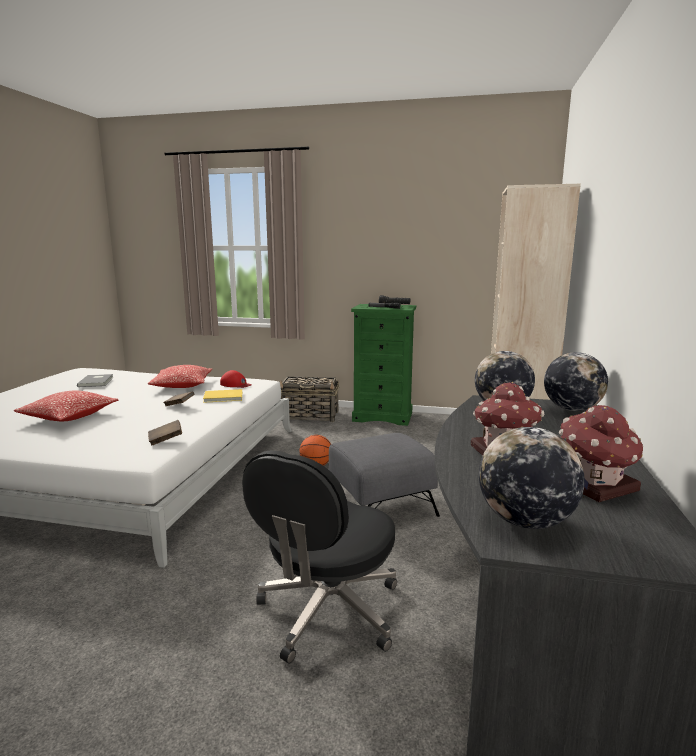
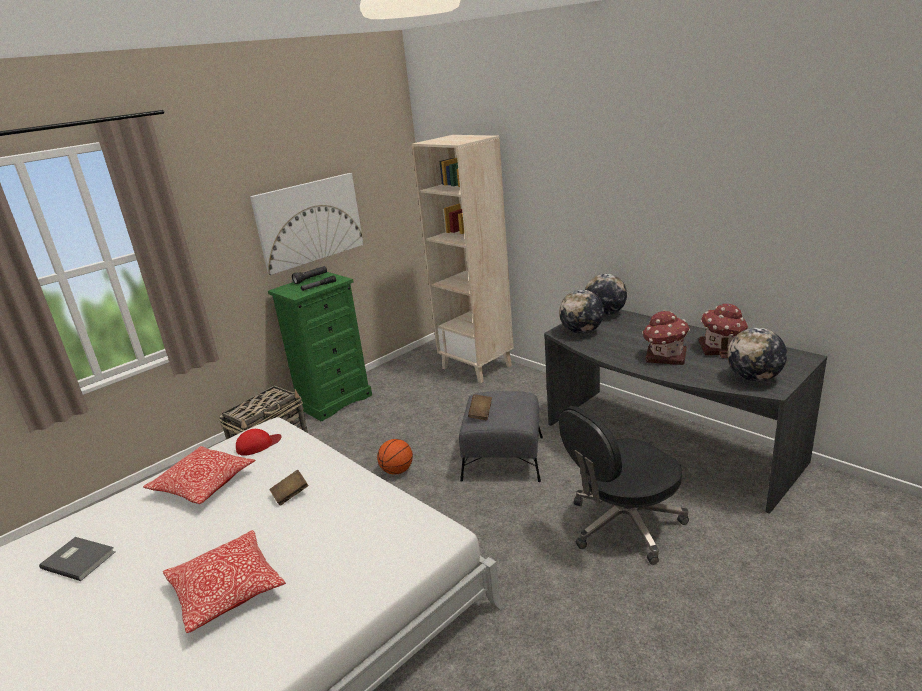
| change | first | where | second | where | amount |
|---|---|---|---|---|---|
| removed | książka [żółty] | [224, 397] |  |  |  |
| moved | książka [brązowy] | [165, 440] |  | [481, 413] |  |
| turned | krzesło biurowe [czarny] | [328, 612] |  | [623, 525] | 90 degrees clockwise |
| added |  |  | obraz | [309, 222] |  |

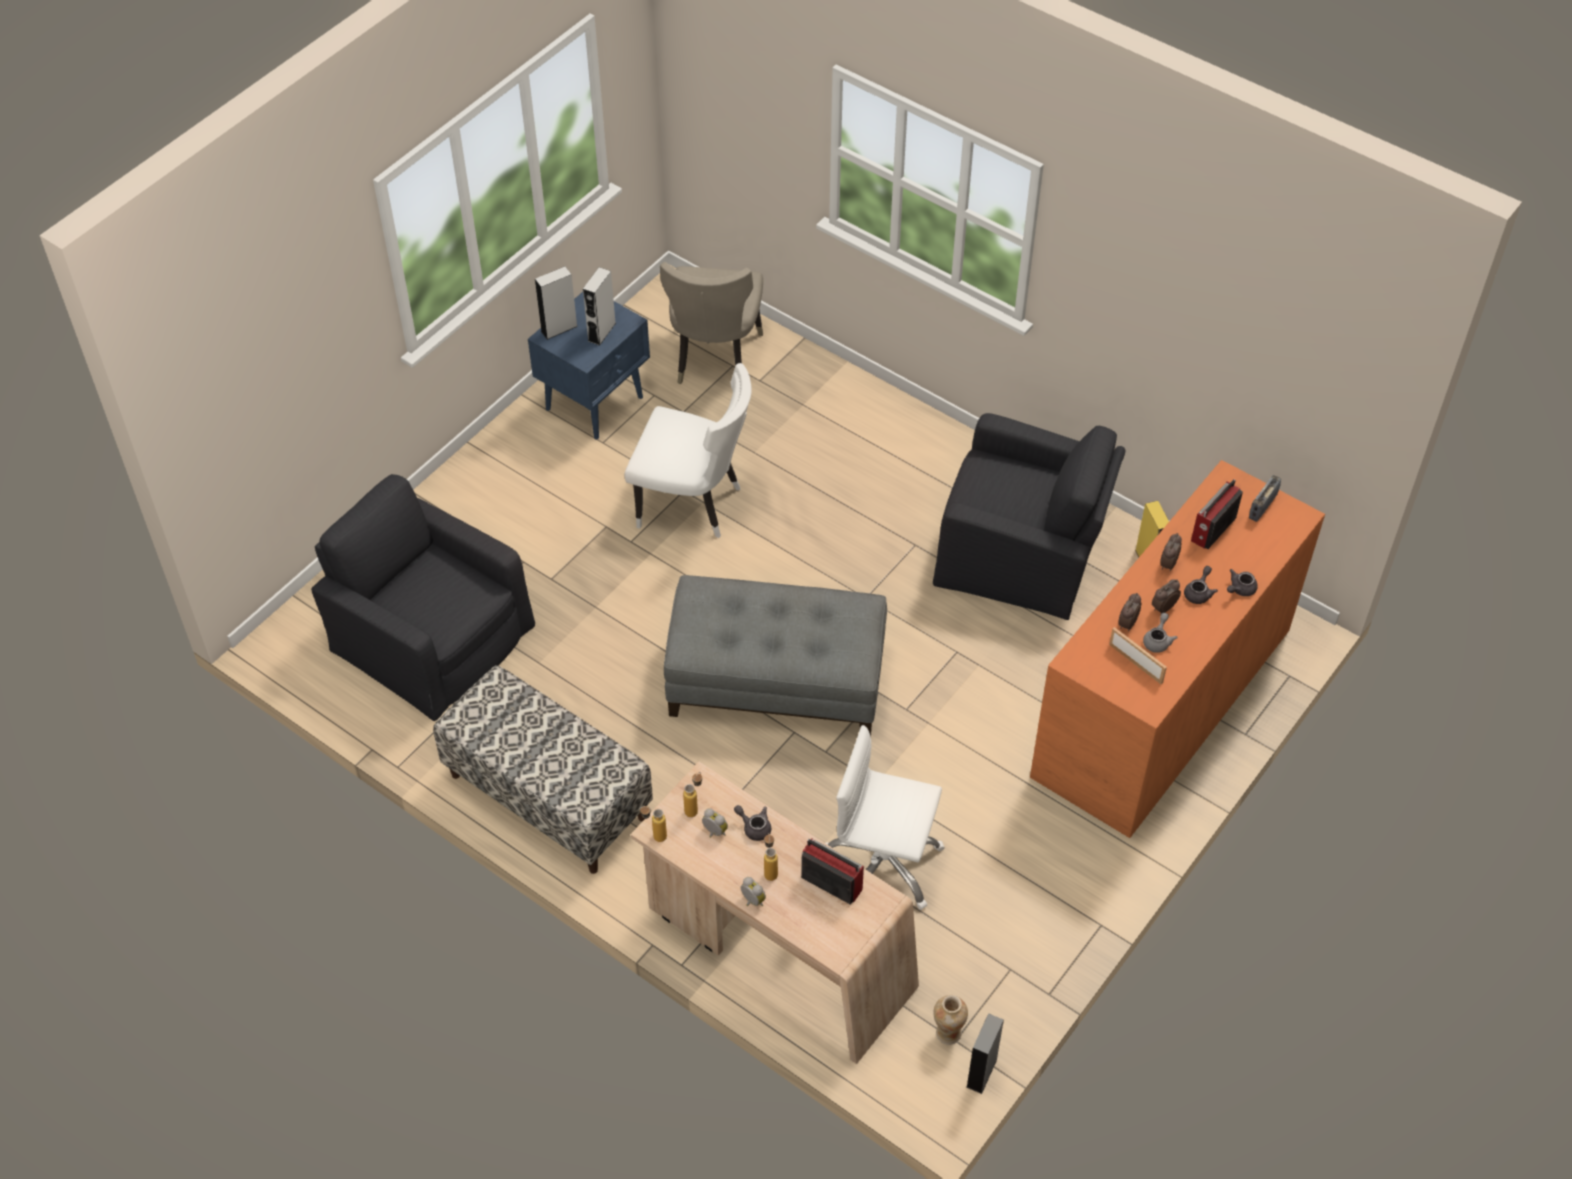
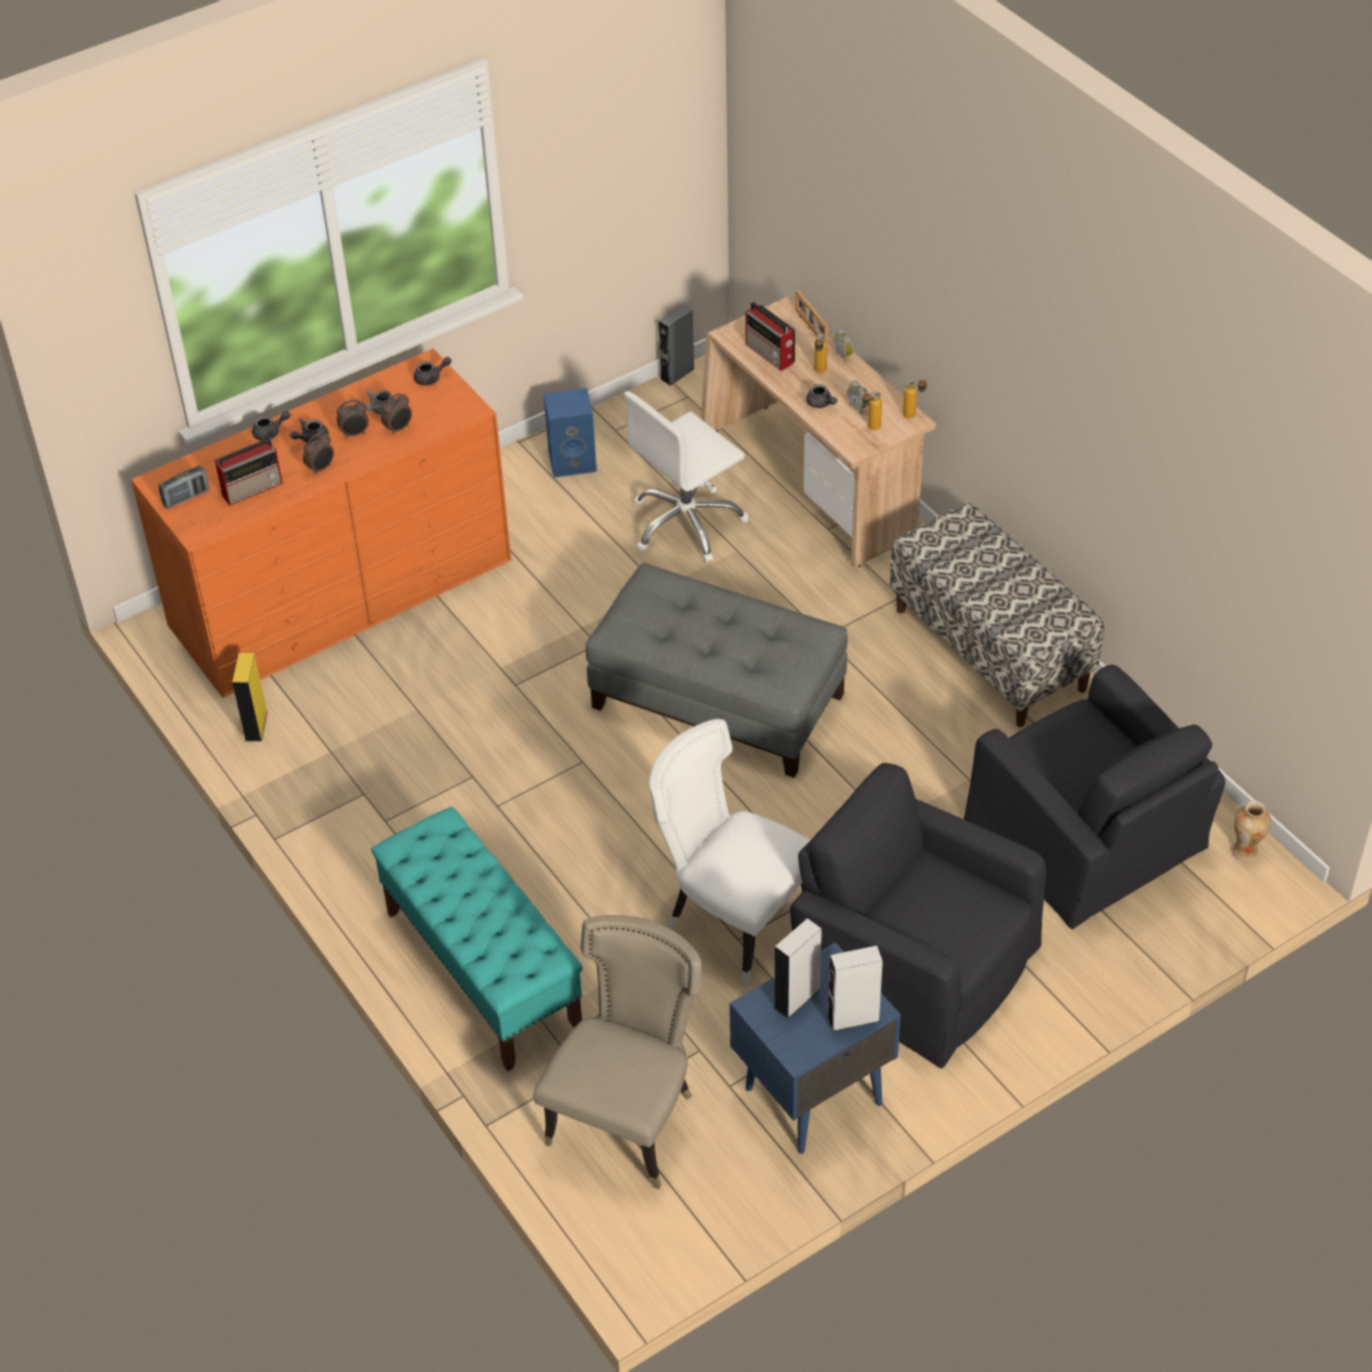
| change | first | where | second | where | amount |
|---|---|---|---|---|---|
| moved | fotel [czarny] | [1022, 550] |  | [913, 962] |  |
| moved | ramka na zdjęcie | [1136, 663] |  | [810, 328] |  |
| turned | krzesło biurowe [biały] | [883, 865] |  | [686, 524] | 105 degrees clockwise |
| moved | wazon | [948, 1033] |  | [1245, 851] |  |
| added |  |  | imbryk [szary] | [431, 378] |  |
| added |  |  | głośnik [niebieski] | [573, 461] |  |
| added |  |  | ławka [turkusowy] | [482, 969] |  |

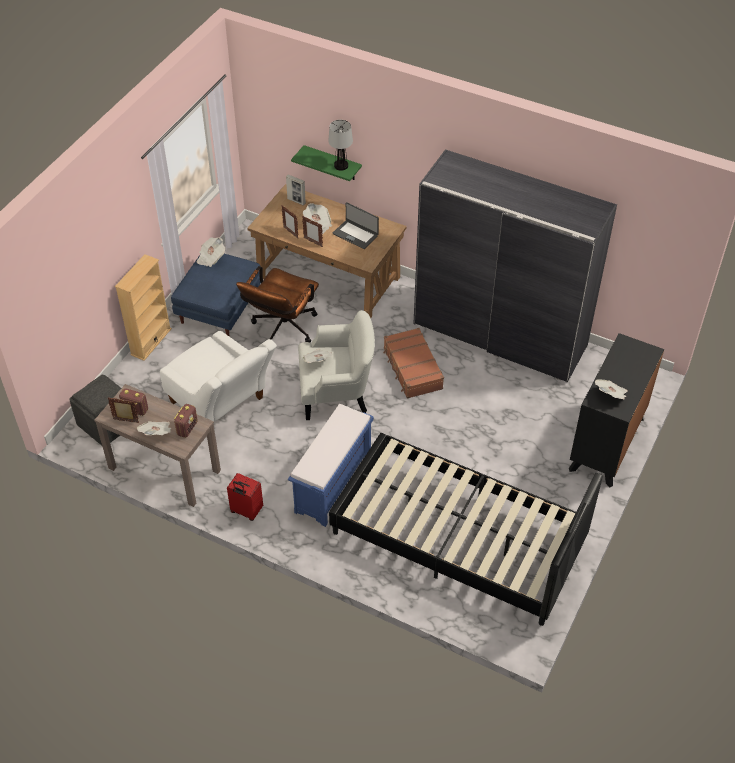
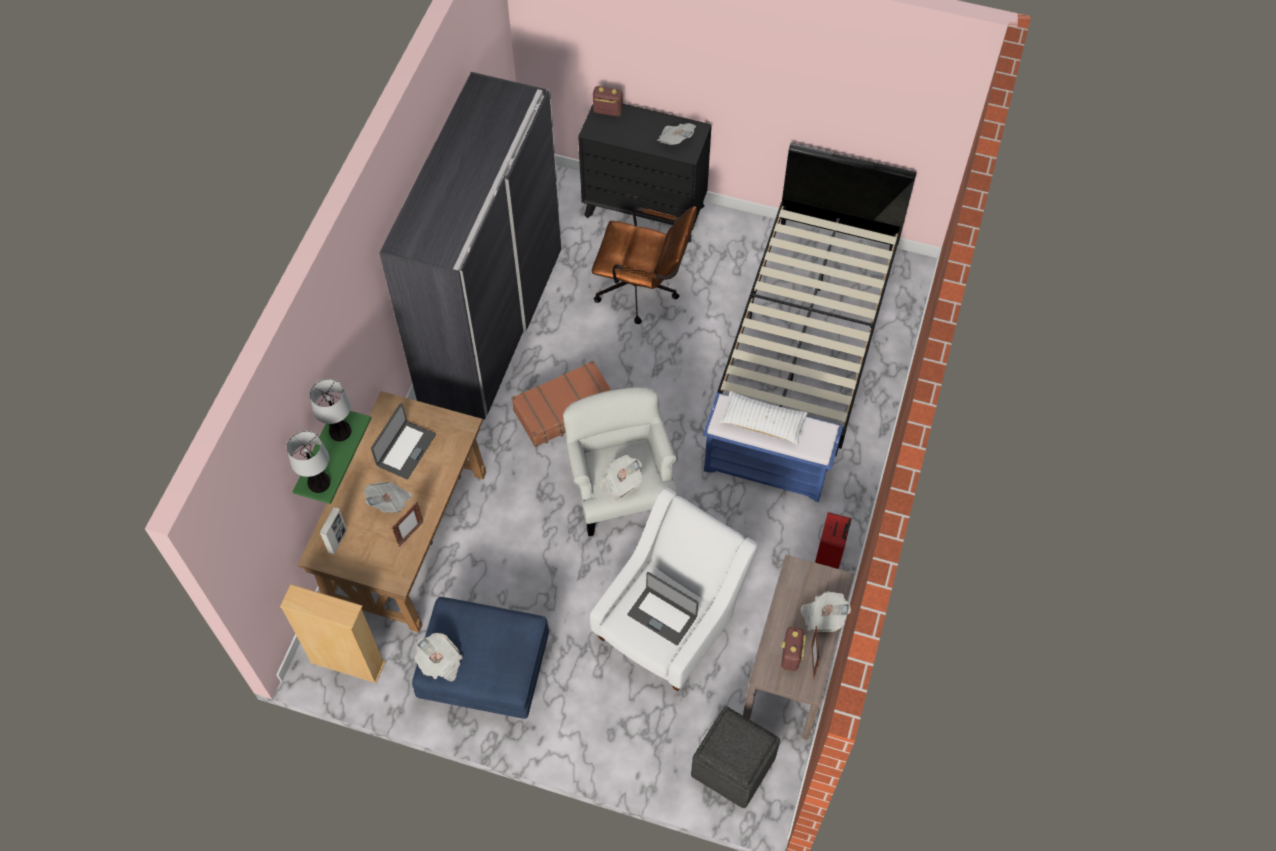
| change | first | where | second | where | amount |
|---|---|---|---|---|---|
| removed | ramka na zdjęcie | [313, 242] |  |  |  |
| moved | regał [beżowy] | [151, 342] |  | [347, 662] |  |
| moved | krzesło biurowe [brązowy] | [282, 330] |  | [644, 291] |  |
| moved | radio | [187, 428] |  | [607, 111] |  |
| added |  |  | poduszka [biały] | [762, 422] |  |
| added |  |  | lampa stołowa | [319, 483] |  |
| added |  |  | laptop | [662, 615] |  |

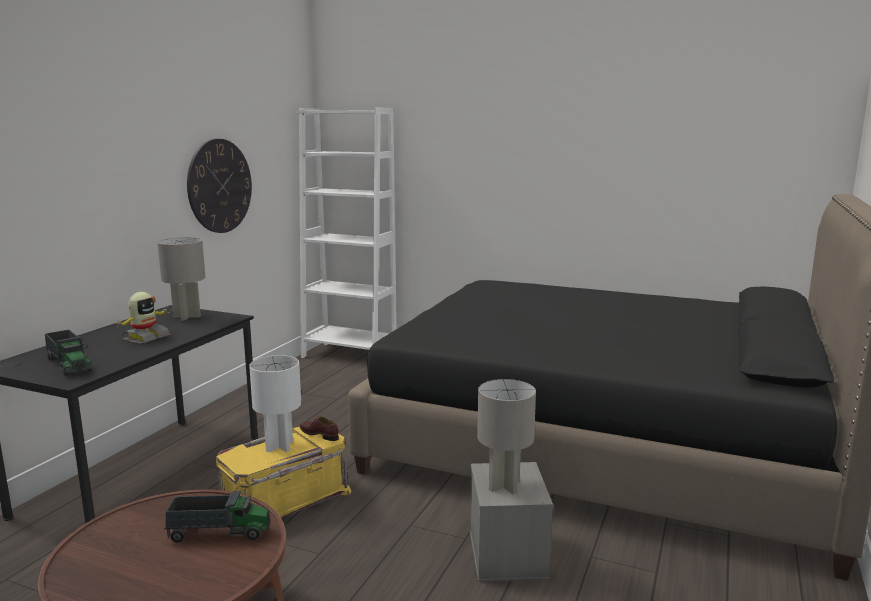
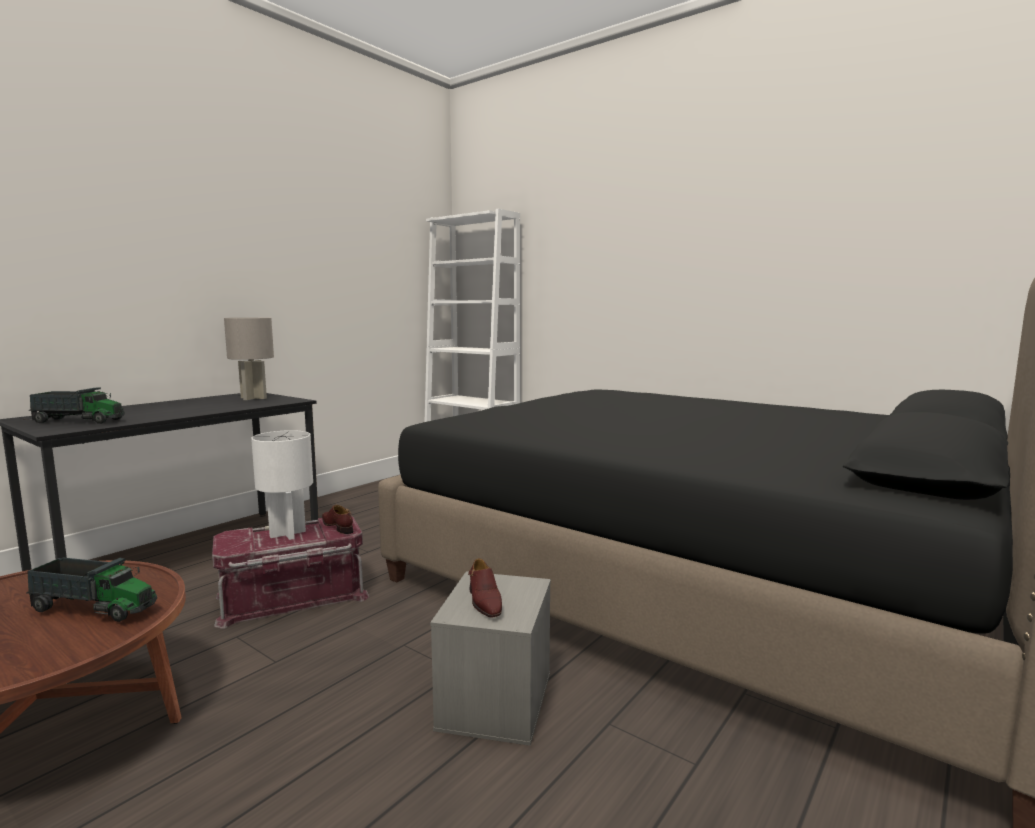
| change | first | where | second | where | amount |
|---|---|---|---|---|---|
| removed | zegar ścienny | [220, 186] |  |  |  |
| removed | robot zabawkowy | [145, 338] |  |  |  |
| turned | ciężarówka zabawkowa | [69, 365] |  | [79, 421] | 60 degrees counterclockwise |
| replaced | lampa stołowa [szary] | [504, 486] | but [brązowy] | [484, 601] |  |
| recoloured | pojemnik do przechowywania [żółty] | [286, 500] | pojemnik do przechowywania [czerwony] | [292, 598] |  |

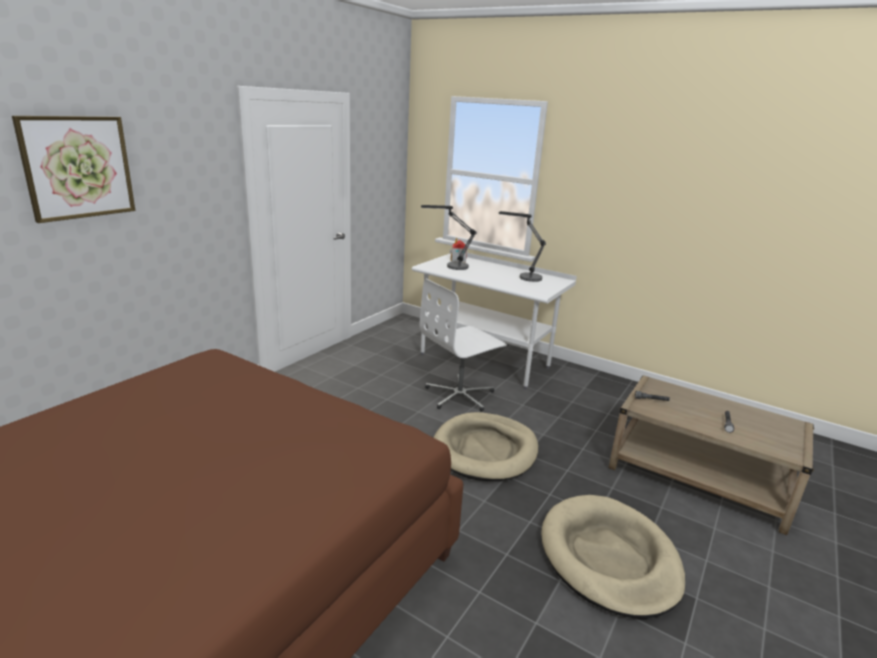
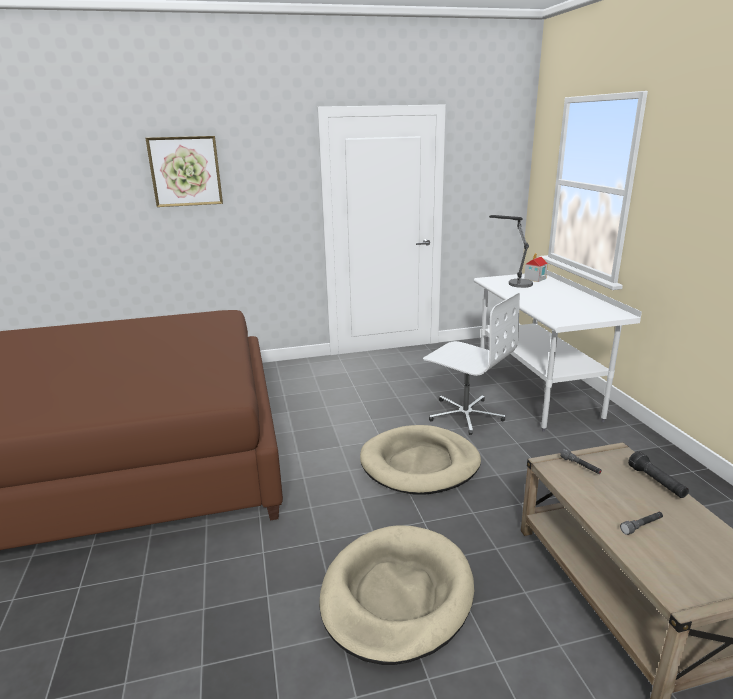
| change | first | where | second | where | amount |
|---|---|---|---|---|---|
| removed | lampa stołowa | [524, 277] |  |  |  |
| turned | krzesło biurowe [biały] | [460, 395] |  | [465, 414] | 150 degrees counterclockwise |
| added |  |  | latarka [czarny] | [656, 482] |  |

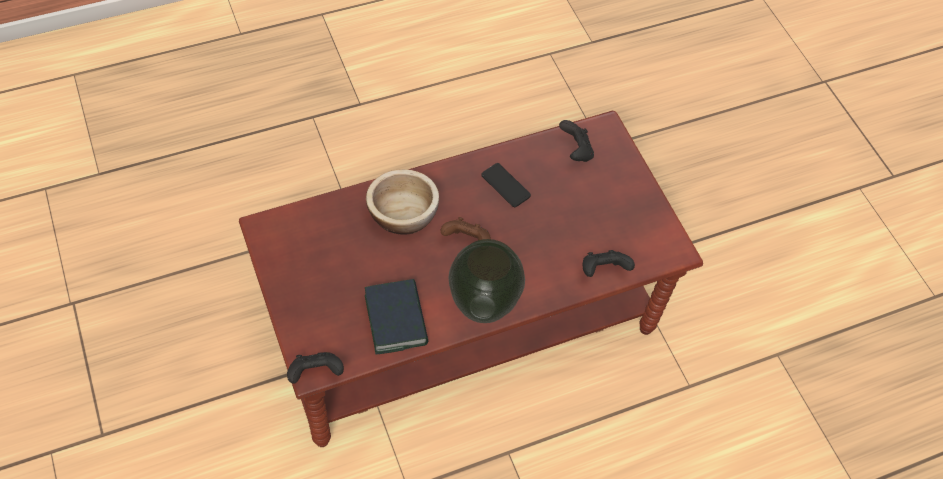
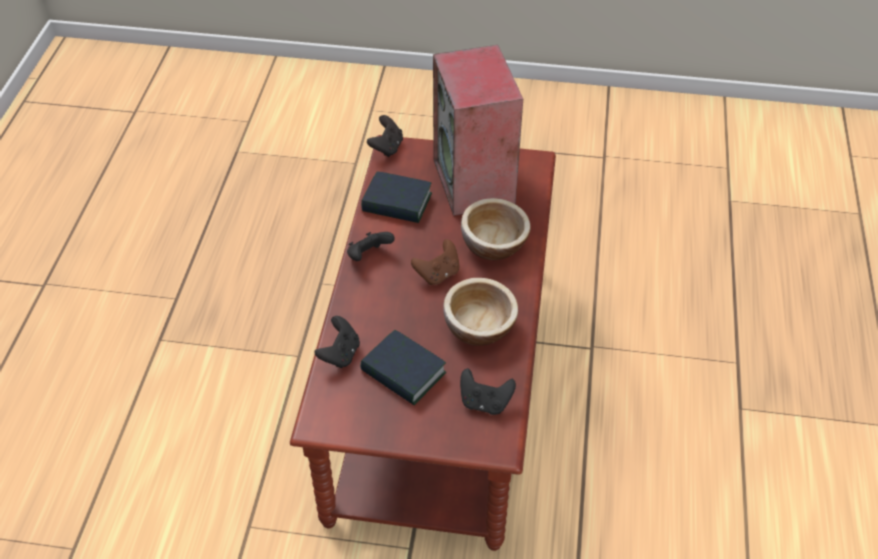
| change | first | where | second | where | amount |
|---|---|---|---|---|---|
| replaced | telefon | [505, 185] | miska | [479, 327] |  |
| replaced | wazon | [481, 307] | pad do gier [czarny] | [368, 256] |  |
| added |  |  | głośnik | [475, 182] |  |
| added |  |  | książka | [403, 373] |  |

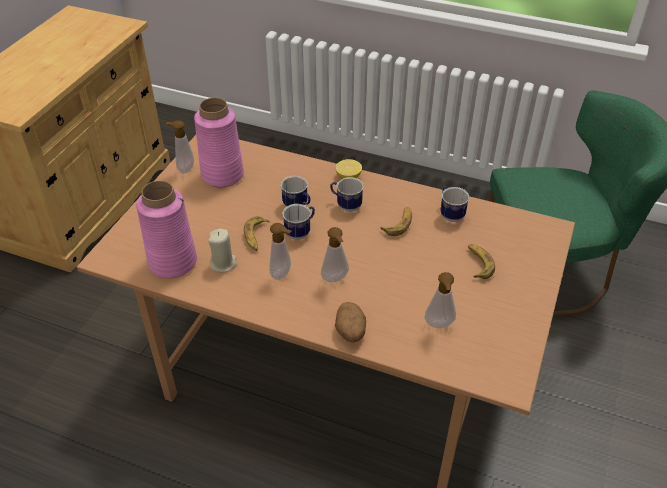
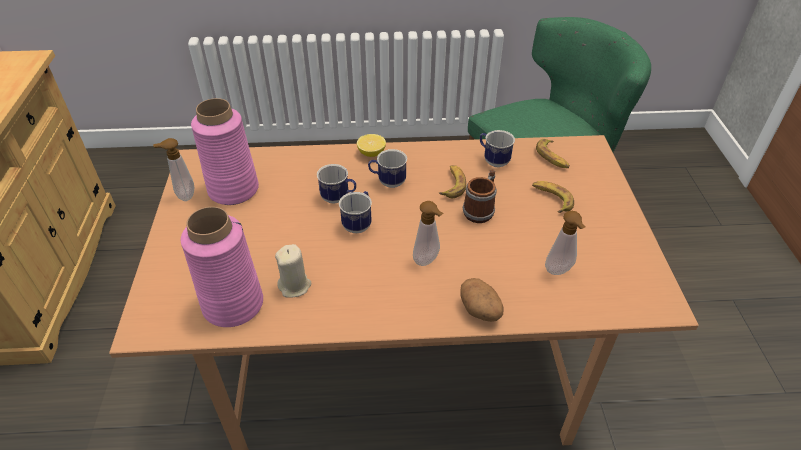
| change | first | where | second | where | amount |
|---|---|---|---|---|---|
| moved | banan | [256, 236] |  | [552, 157] |  |
| removed | dozownik mydła | [282, 274] |  |  |  |
| added |  |  | kubek | [480, 210] |  |

